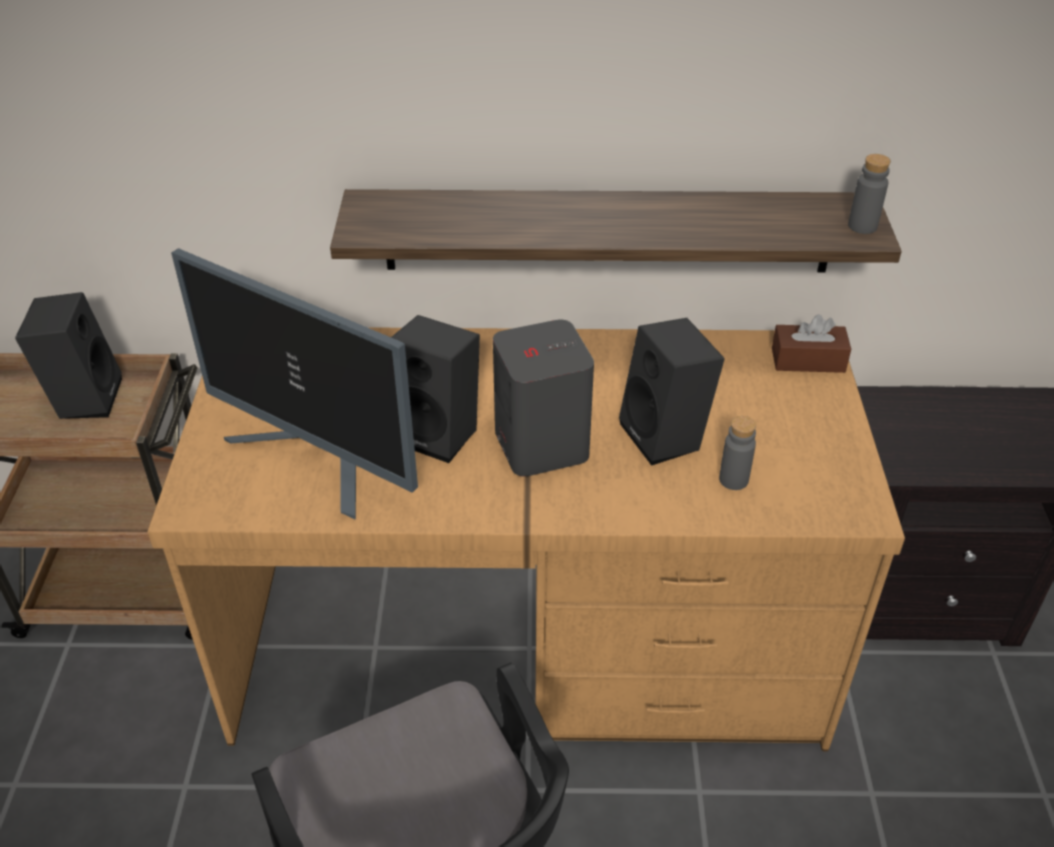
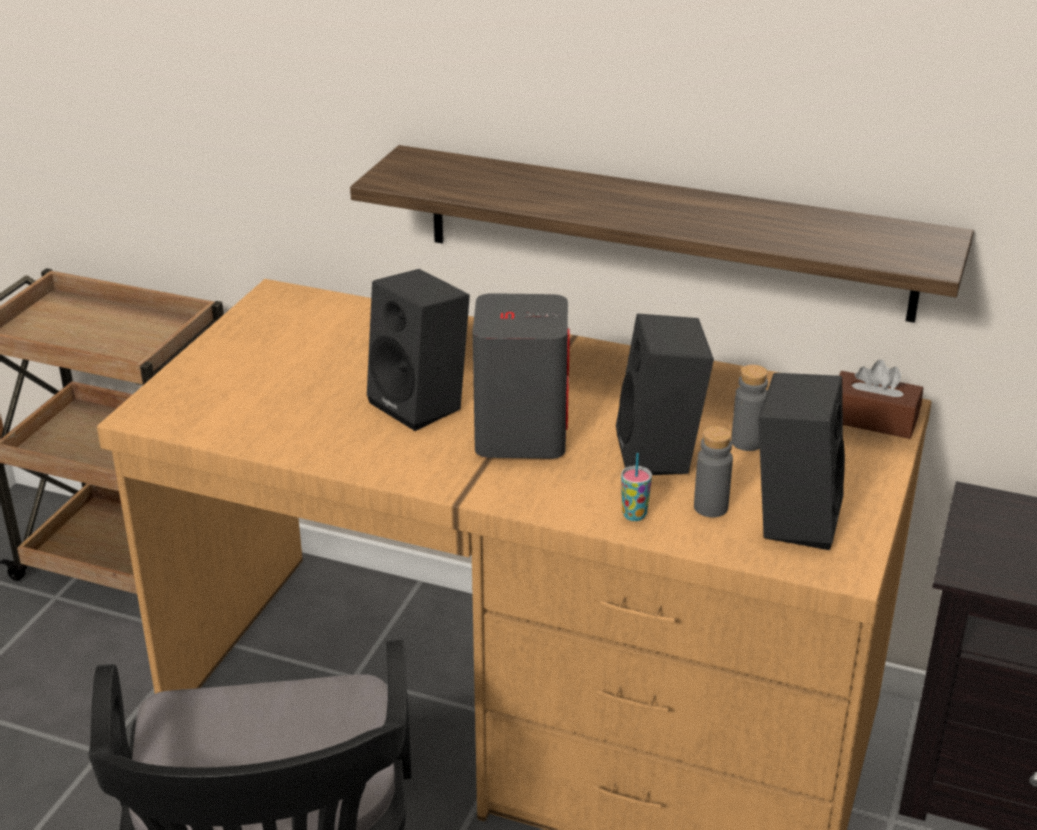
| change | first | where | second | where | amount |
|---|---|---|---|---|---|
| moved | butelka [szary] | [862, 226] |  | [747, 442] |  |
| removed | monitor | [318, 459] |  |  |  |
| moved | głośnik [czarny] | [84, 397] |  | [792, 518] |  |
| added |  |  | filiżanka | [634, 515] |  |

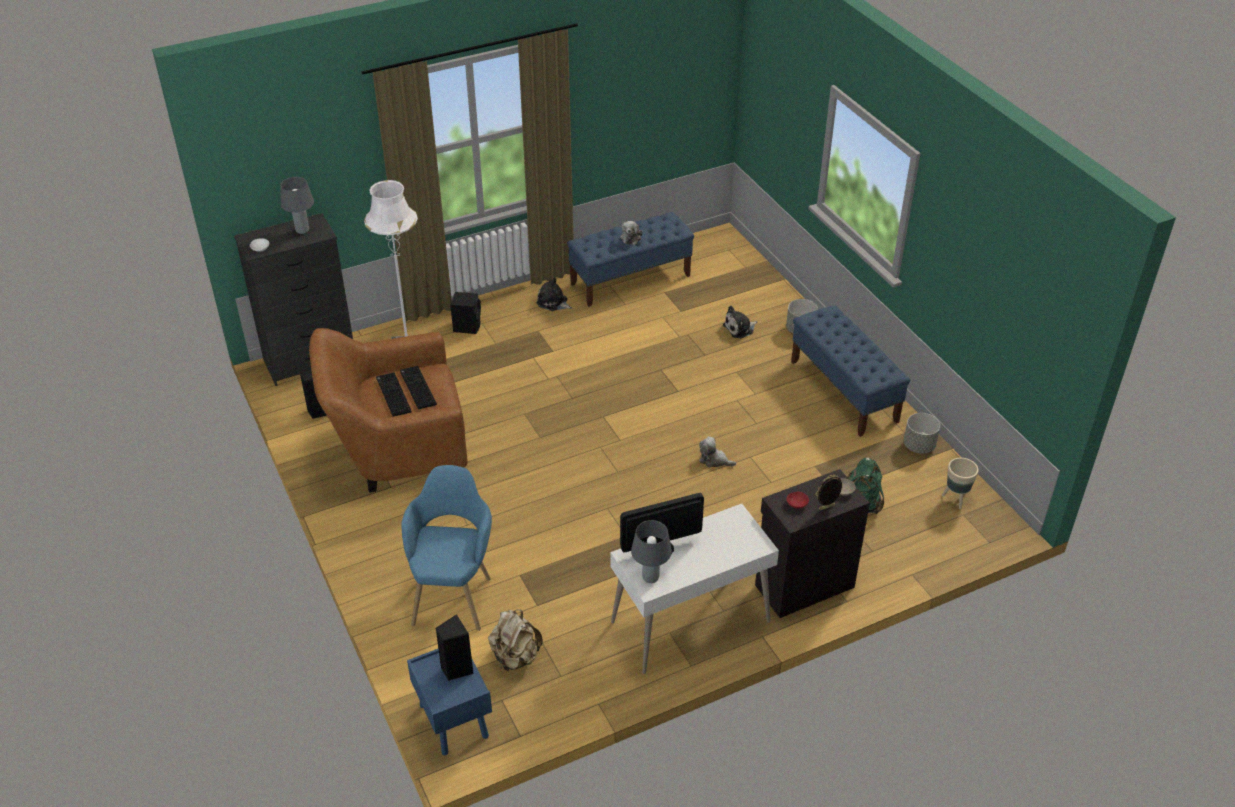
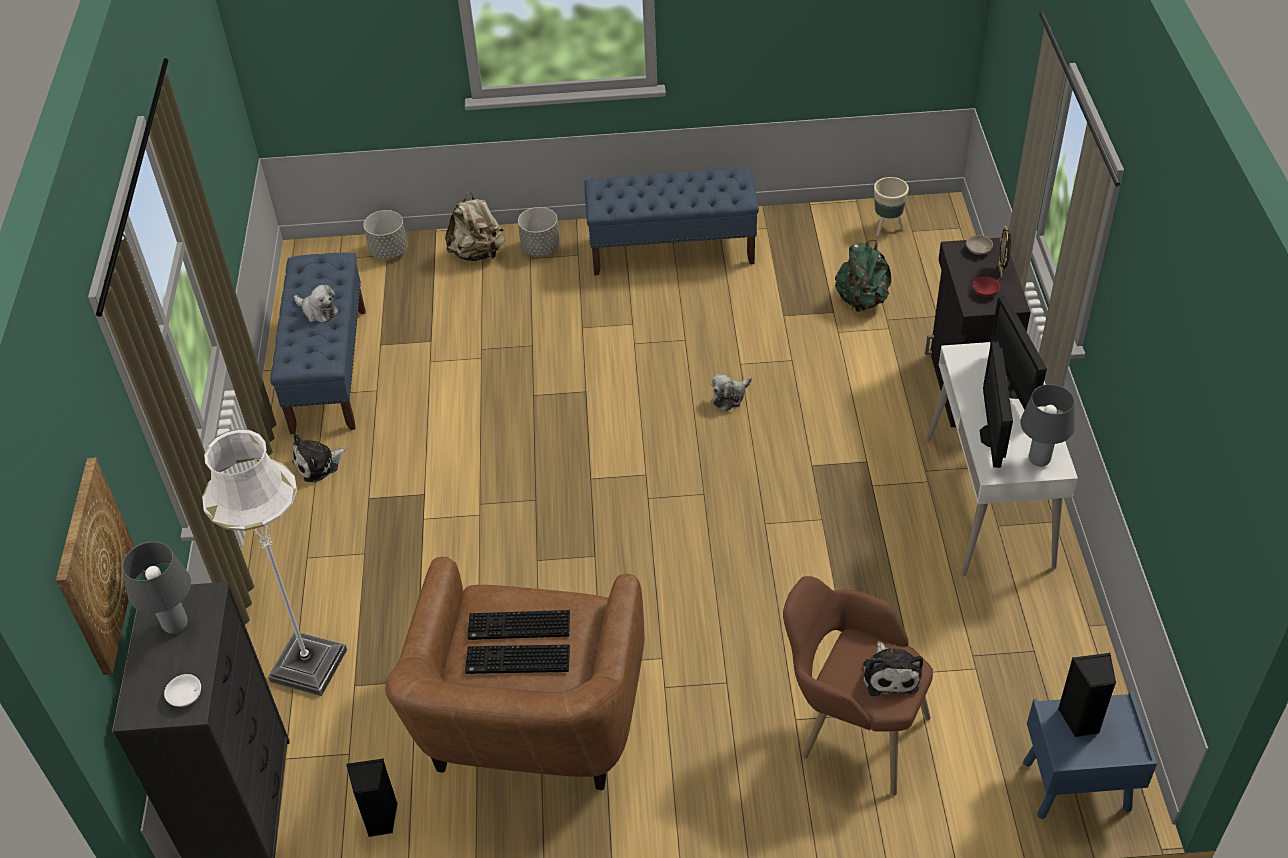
| change | first | where | second | where | amount |
|---|---|---|---|---|---|
| removed | głośnik [czarny] | [467, 326] |  |  |  |
| moved | pluszak | [740, 329] |  | [890, 674] |  |
| moved | donica [szary] | [919, 446] |  | [389, 251] |  |
| recoloured | fotel [niebieski] | [453, 592] | fotel [brązowy] | [849, 730] |  |
| moved | plecak [beżowy] | [515, 657] |  | [478, 253] |  |
| added |  |  | monitor | [1013, 388] |  |
| added |  |  | obraz | [94, 566] |  |

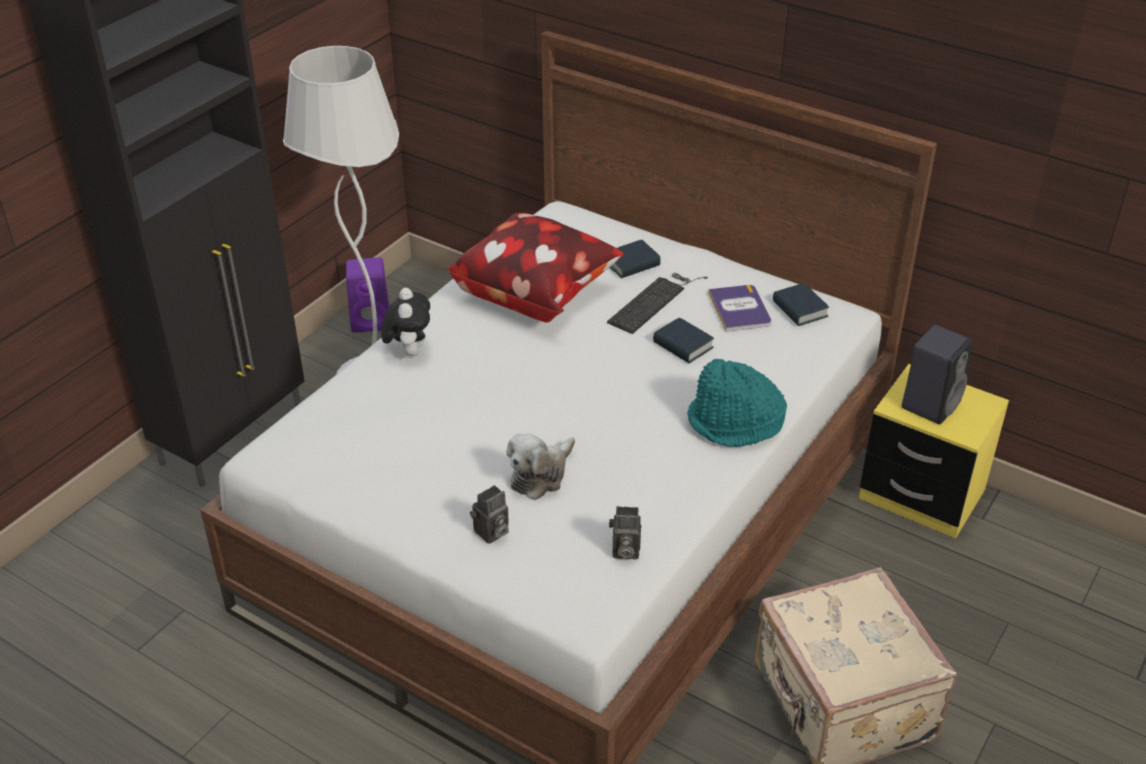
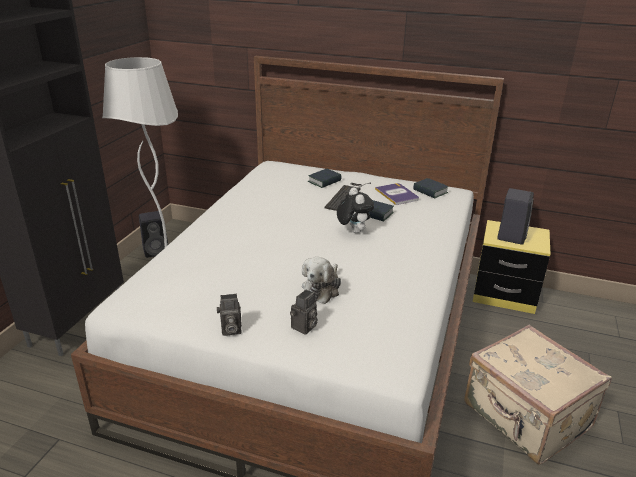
| change | first | where | second | where | amount |
|---|---|---|---|---|---|
| removed | poduszka | [535, 294] |  |  |  |
| recoloured | głośnik [fioletowy] | [372, 321] | głośnik [czarny] | [157, 250] |  |
| moved | pluszak | [409, 351] |  | [353, 231] |  |
| removed | kapelusz [turkusowy] | [735, 423] |  |  |  |
| moved | aparat fotograficzny | [624, 551] |  | [230, 330] |  |

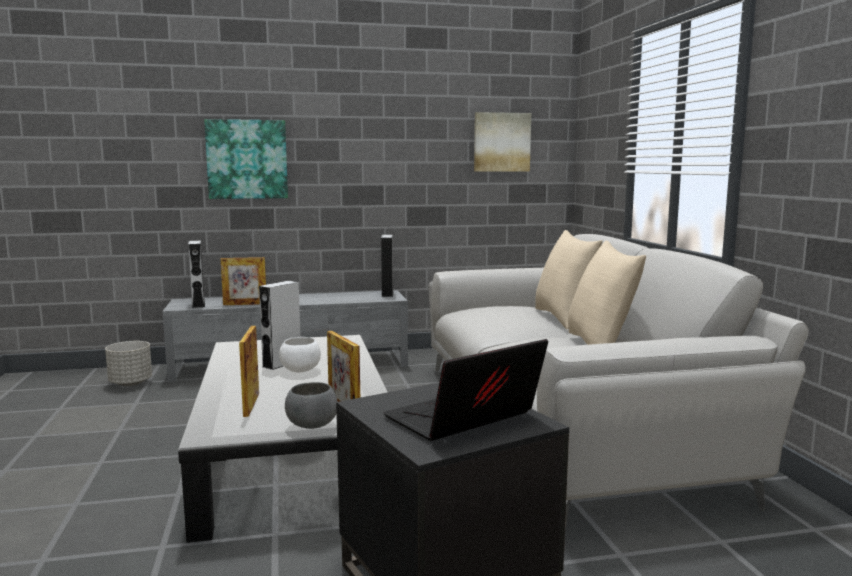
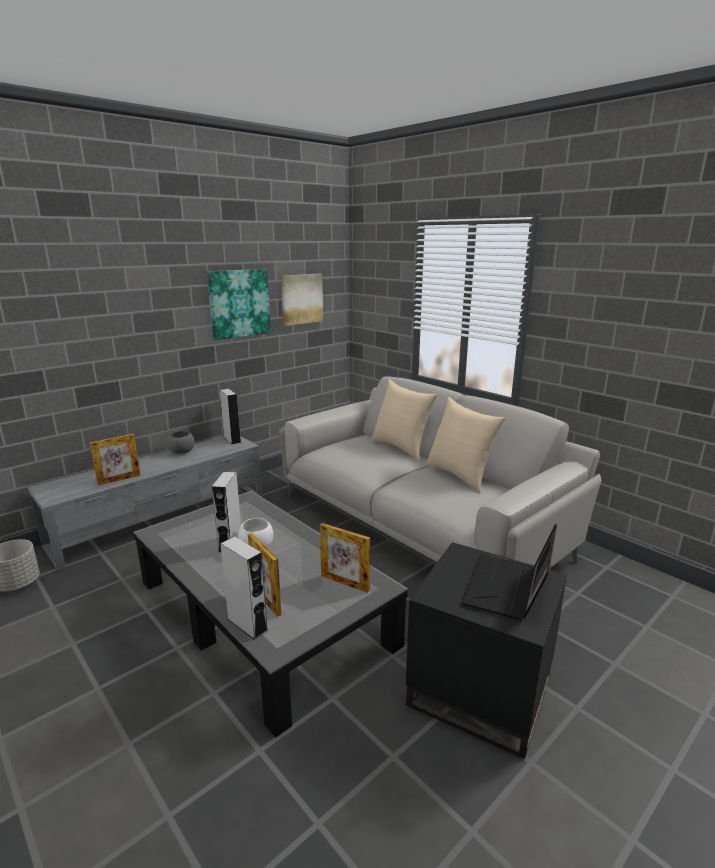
| change | first | where | second | where | amount |
|---|---|---|---|---|---|
| moved | obraz | [247, 159] |  | [239, 303] |  |
| moved | głośnik [szary] | [198, 304] |  | [247, 624] |  |
| moved | miska [szary] | [312, 425] |  | [182, 452] |  |

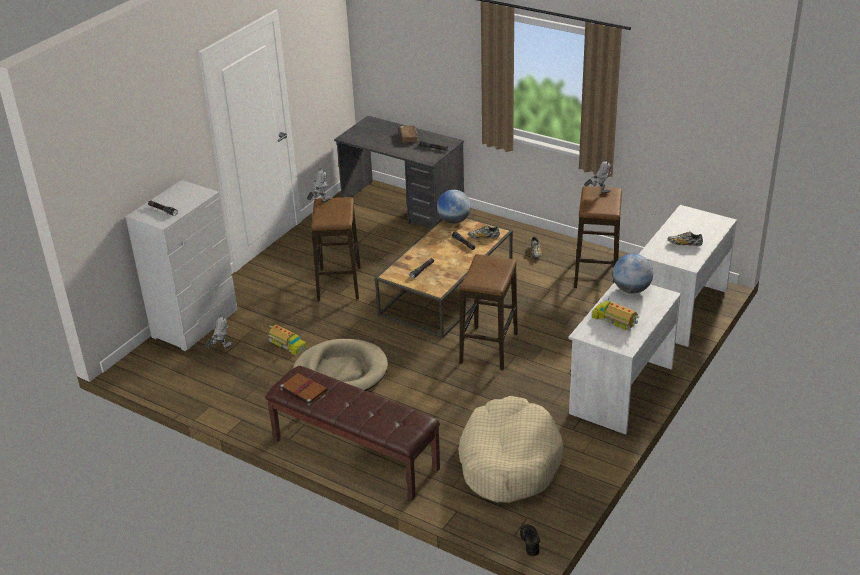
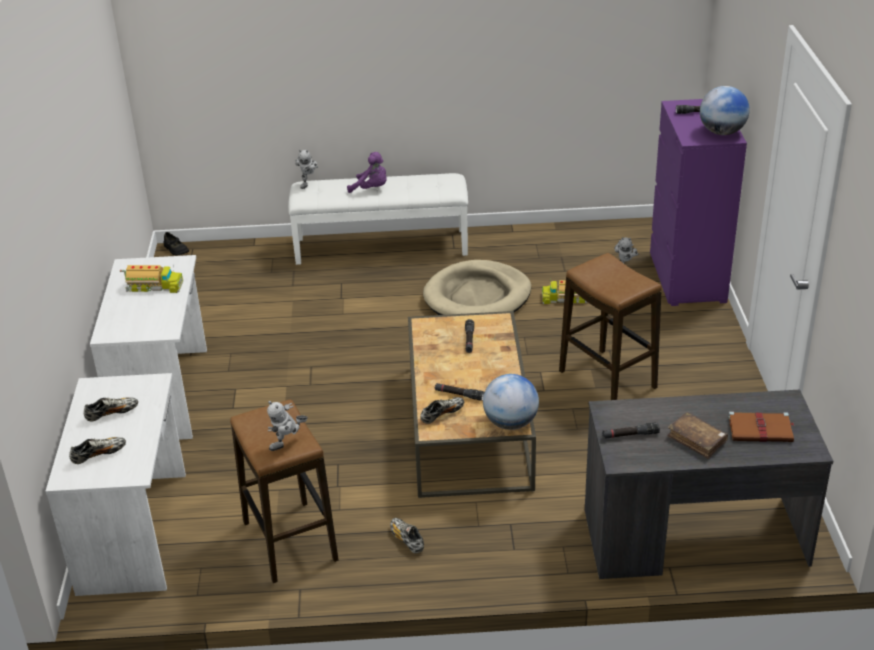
| change | first | where | second | where | amount |
|---|---|---|---|---|---|
| moved | robot zabawkowy | [320, 202] |  | [309, 183] |  |
| recoloured | komoda [biały] | [195, 324] | komoda [fioletowy] | [687, 278] |  |
| removed | stołek | [489, 348] |  |  |  |
| moved | globus | [631, 289] |  | [722, 132] |  |
| recoloured | ławka [brązowy] | [354, 454] | ławka [biały] | [381, 246] |  |
| moved | książka [brązowy] | [303, 390] |  | [761, 430] |  |
| removed | legowisko [beżowy] | [509, 461] |  |  |  |
| added |  |  | pluszak [fioletowy] | [371, 189] |  |
| added |  |  | but | [99, 455] |  |

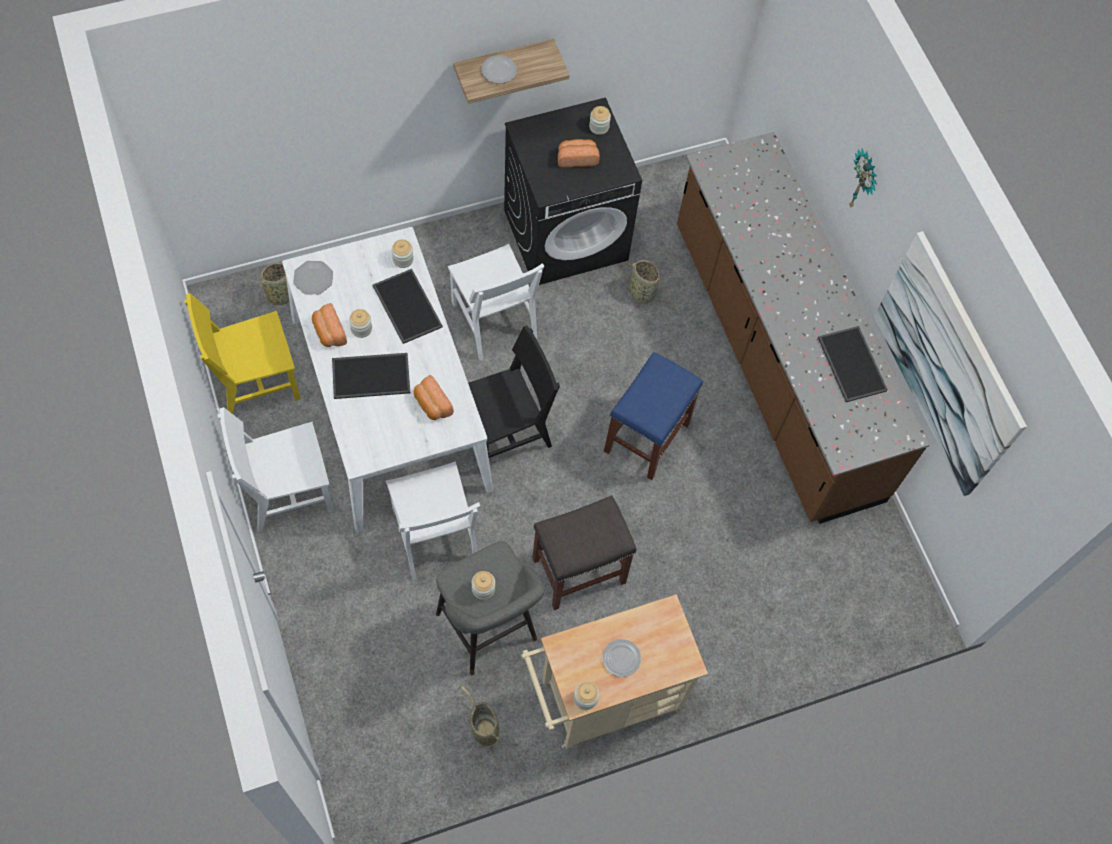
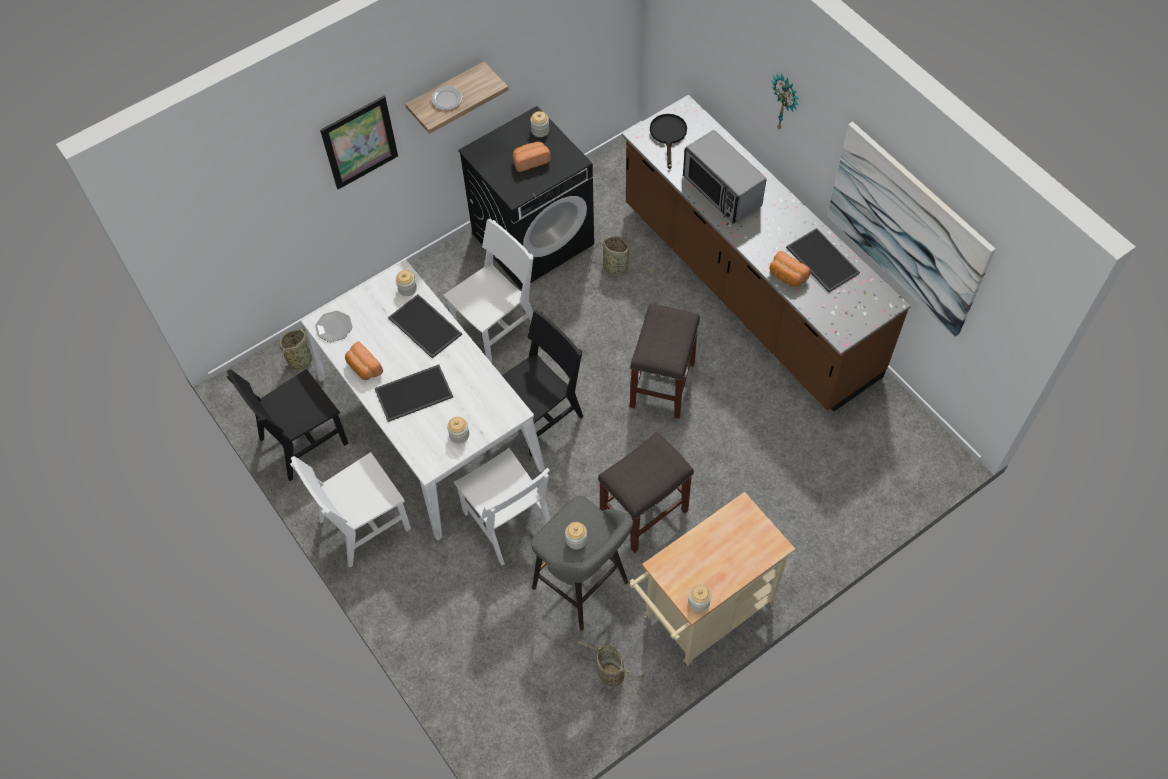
| change | first | where | second | where | amount |
|---|---|---|---|---|---|
| turned | krzesło [biały] | [493, 320] |  | [495, 327] | 90 degrees counterclockwise |
| recoloured | krzesło [żółty] | [256, 382] | krzesło [czarny] | [303, 441] |  |
| moved | słoik | [361, 328] |  | [459, 435] |  |
| recoloured | stołek [niebieski] | [646, 439] | stołek [szary] | [662, 386] |  |
| moved | chleb | [432, 404] |  | [786, 276] |  |
| removed | talerz | [621, 658] |  |  |  |
| added |  |  | obraz | [359, 142] |  |
| added |  |  | patelnia [czarny] | [668, 135] |  |
| added |  |  | mikrofalówka | [721, 191] |  |

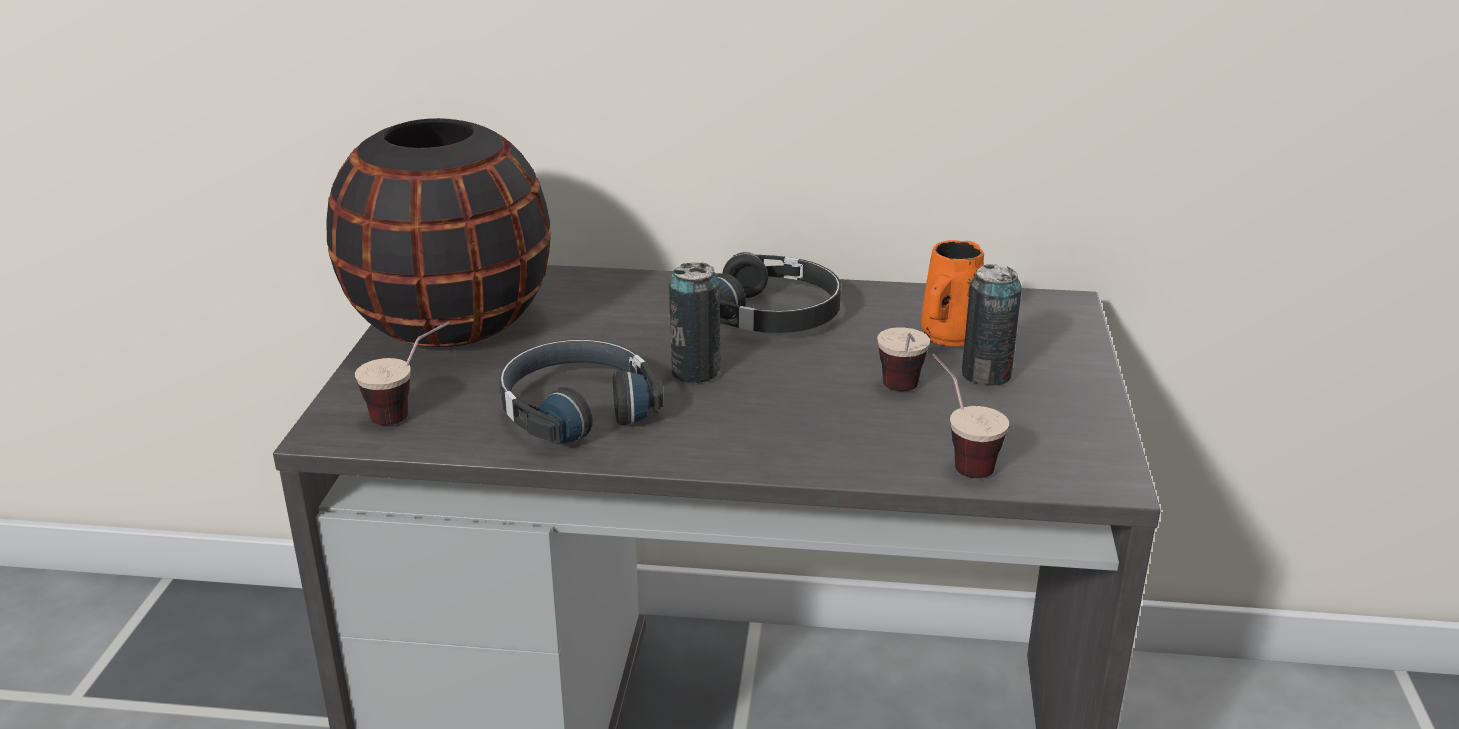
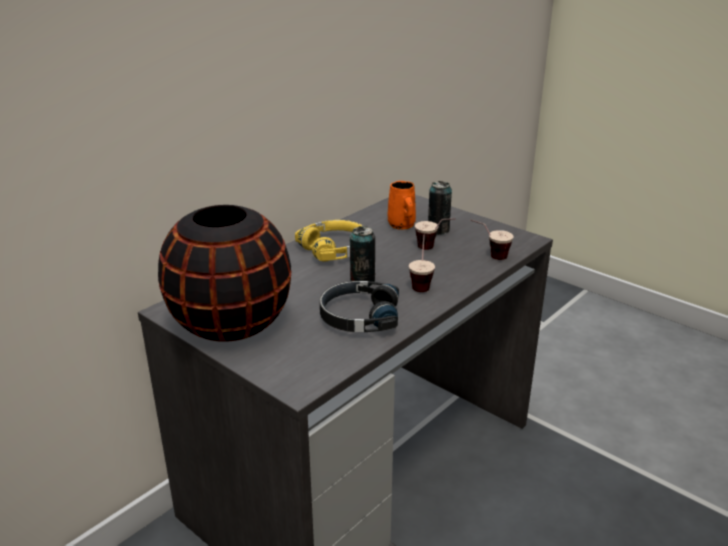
| change | first | where | second | where | amount |
|---|---|---|---|---|---|
| recoloured | słuchawki [czarny] | [774, 314] | słuchawki [żółty] | [335, 249] |  |
| moved | filiżanka | [411, 411] |  | [421, 283] |  |

